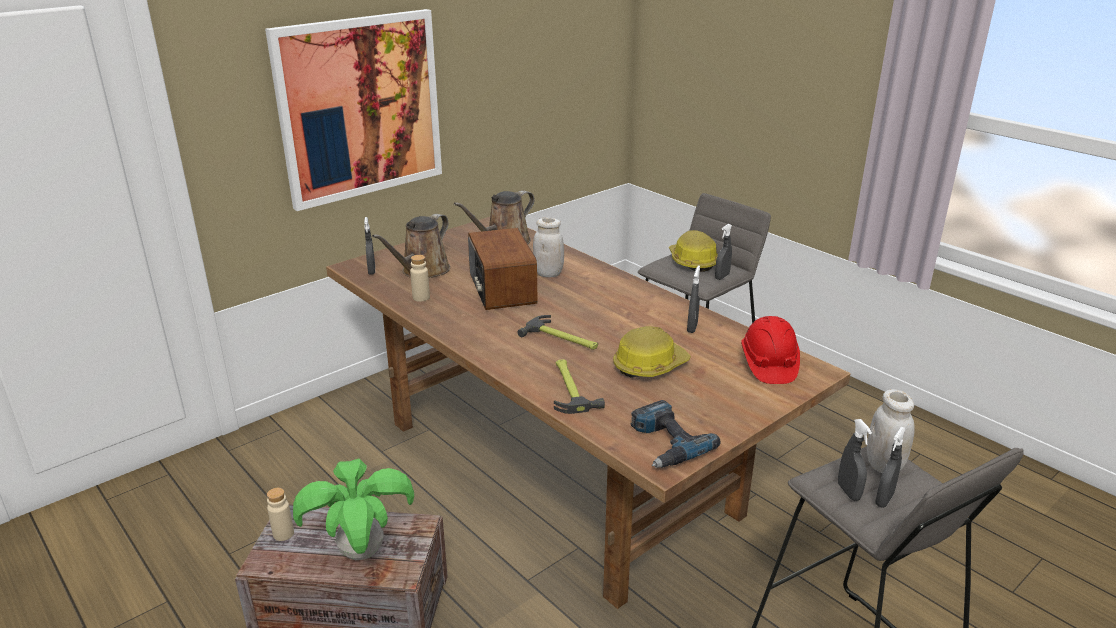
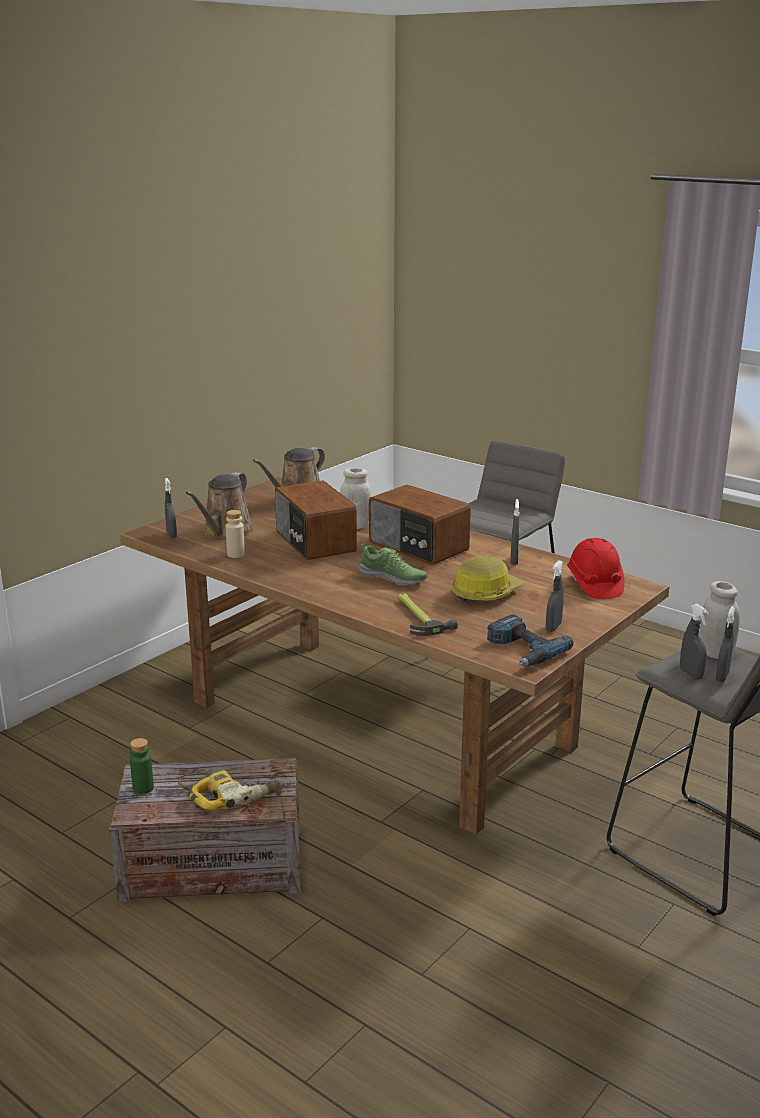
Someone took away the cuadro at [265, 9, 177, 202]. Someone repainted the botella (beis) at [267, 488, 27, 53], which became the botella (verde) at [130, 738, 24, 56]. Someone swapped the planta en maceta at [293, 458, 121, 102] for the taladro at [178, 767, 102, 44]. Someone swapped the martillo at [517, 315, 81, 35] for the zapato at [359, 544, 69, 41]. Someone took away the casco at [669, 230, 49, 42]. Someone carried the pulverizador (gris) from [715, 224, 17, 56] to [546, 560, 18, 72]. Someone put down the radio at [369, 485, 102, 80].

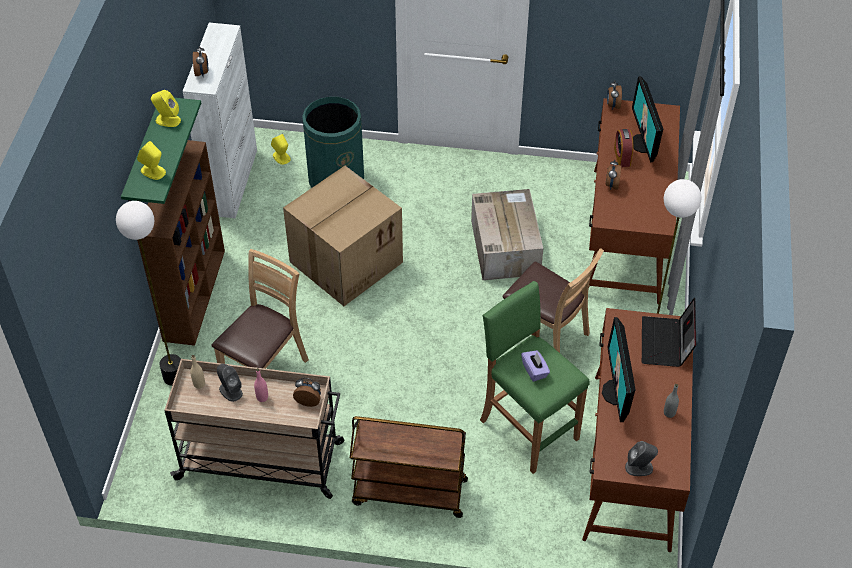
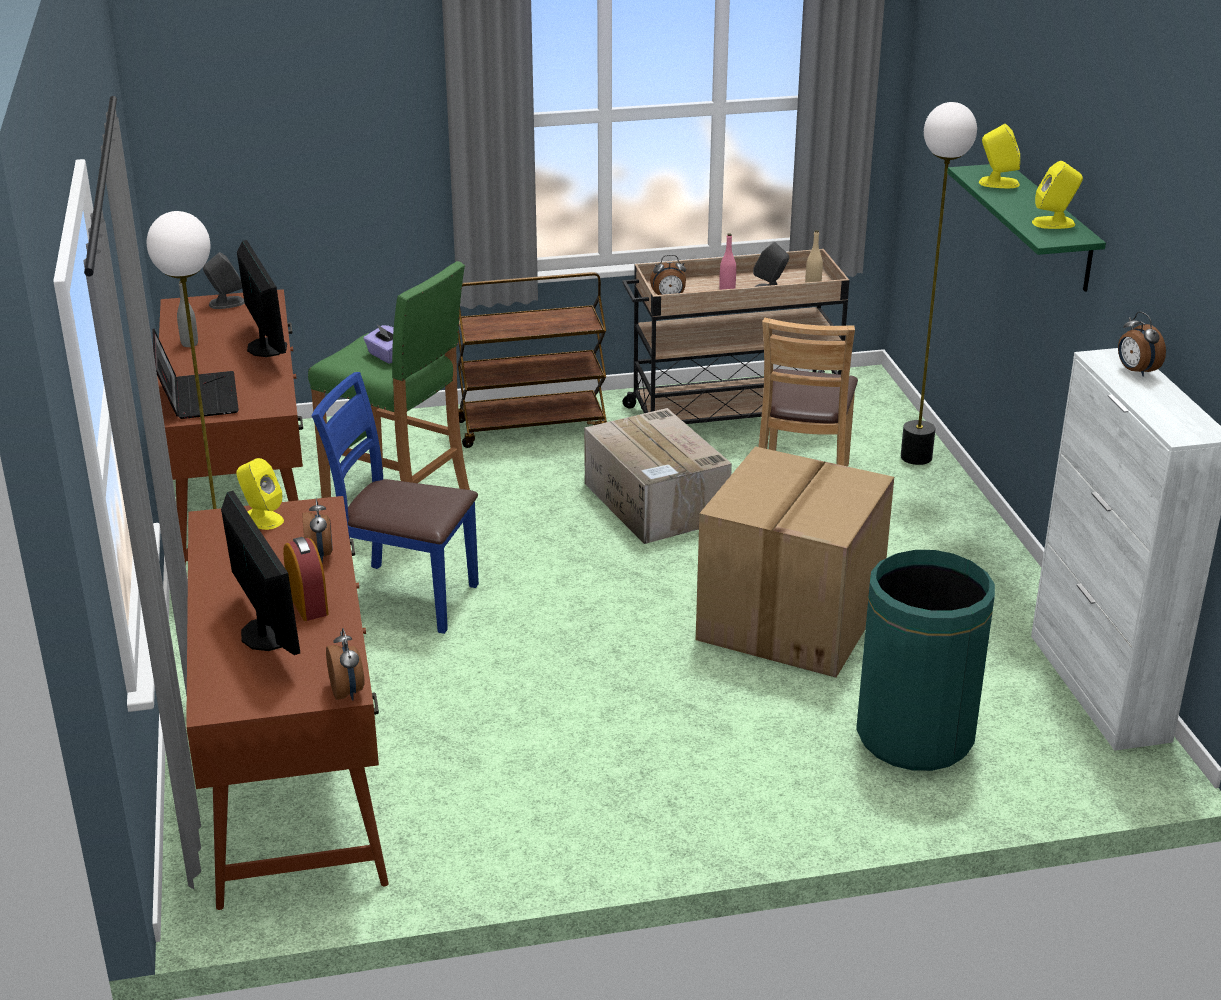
Someone took away the estantería (marrón) at [137, 140, 88, 206]. Someone carried the altavoz (amarillo) from [271, 134, 20, 31] to [237, 458, 47, 72]. Someone carried the caja de cartón from [471, 189, 72, 91] to [584, 408, 148, 136]. Someone repainted the silla (marrón) at [502, 248, 102, 105], which became the silla (azul) at [312, 372, 167, 262].

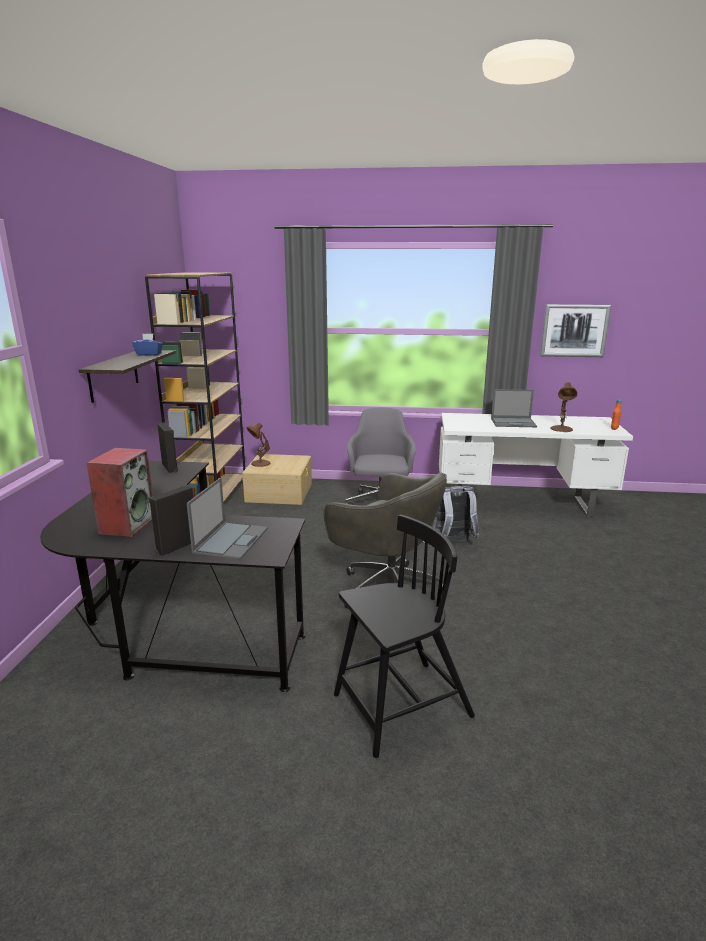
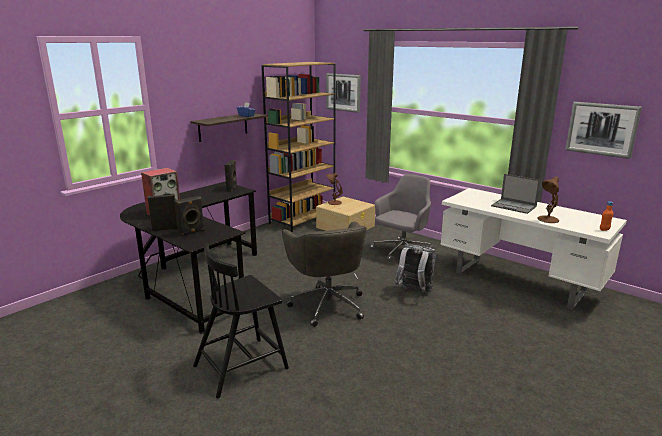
Someone swapped the portátil at [187, 478, 81, 82] for the altavoz (negro) at [175, 196, 30, 40]. Someone rotated the silla (negro) at [334, 515, 141, 243] by 135 degrees clockwise. Someone put up the cuadro at [326, 73, 35, 40].

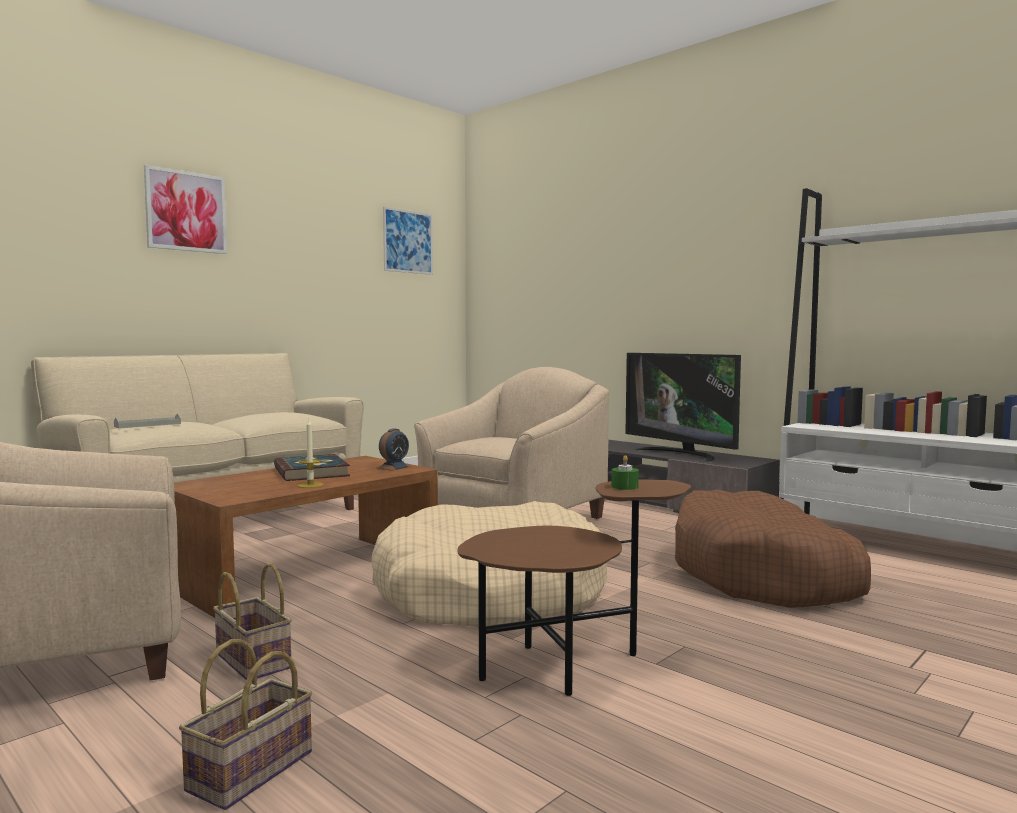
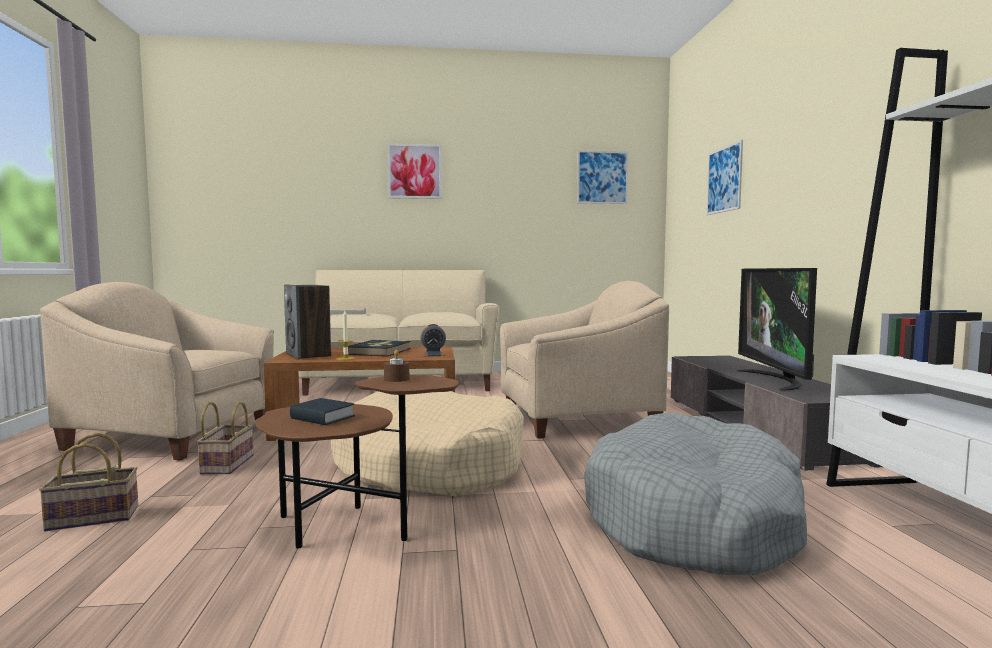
Someone repainted the vela (verde) at [612, 455, 27, 35], which became the vela (marrón) at [384, 349, 25, 33]. Someone repainted the cama para perro (marrón) at [675, 489, 196, 119], which became the cama para perro (gris) at [584, 412, 223, 164]. Someone put down the altavoz at [284, 285, 47, 74]. Someone put down the libro at [289, 398, 66, 27]. Someone put up the cuadro at [706, 140, 37, 75].

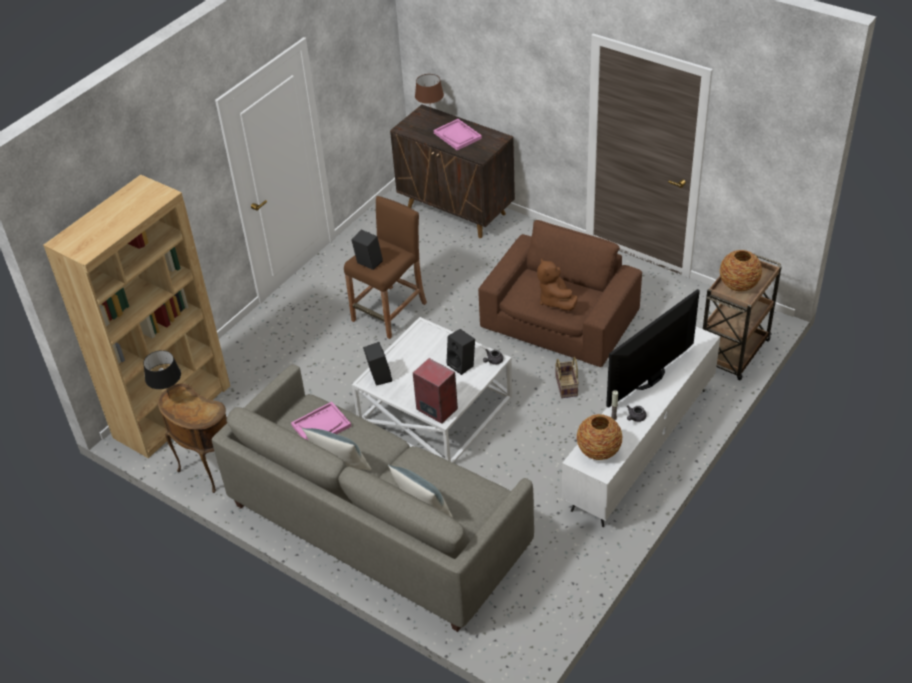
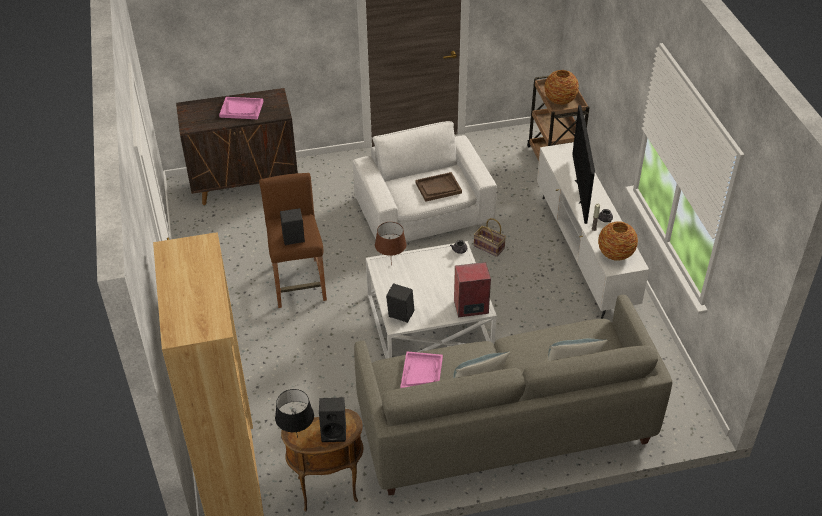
Someone carried the lámpara de mesa (marrón) from [415, 74, 29, 40] to [375, 222, 32, 34]. Someone carried the altavoz (negro) from [446, 329, 29, 46] to [319, 397, 27, 45]. Someone repainted the sillón (marrón) at [478, 220, 164, 147], which became the sillón (blanco) at [353, 121, 144, 121]. Someone swapped the peluche (marrón) at [537, 258, 41, 53] for the bandeja (marrón) at [415, 172, 47, 30].

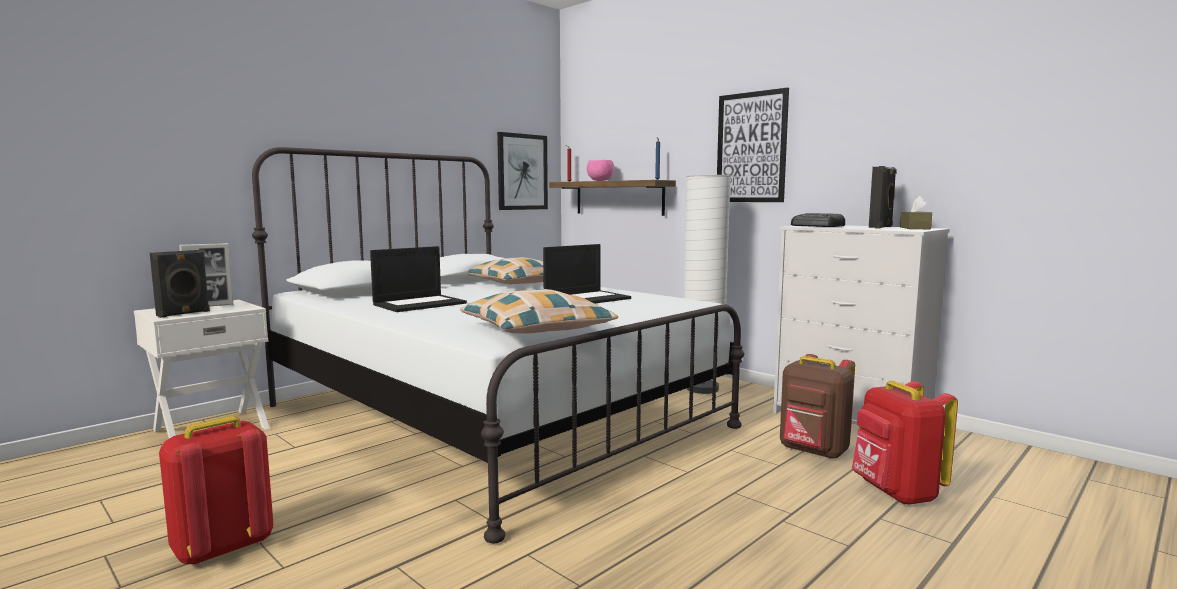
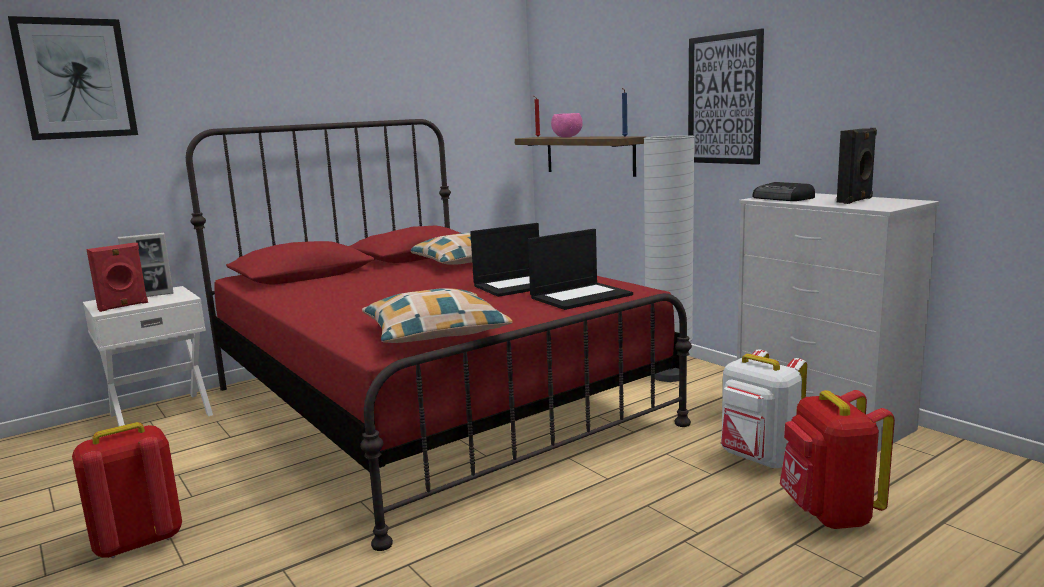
Someone repainted the altavoz (negro) at [150, 250, 60, 68], which became the altavoz (rojo) at [86, 243, 62, 69]. Someone repainted the cama (blanco) at [252, 147, 493, 396], which became the cama (rojo) at [186, 119, 506, 432]. Someone carried the portátil from [370, 246, 97, 66] to [528, 229, 105, 81]. Someone carried the cuadro from [497, 132, 51, 78] to [8, 16, 130, 124]. Someone repainted the mochila (marrón) at [780, 354, 75, 105], which became the mochila (blanco) at [721, 350, 86, 119]. Someone took away the caja de pañuelos (marrón) at [900, 196, 32, 33].

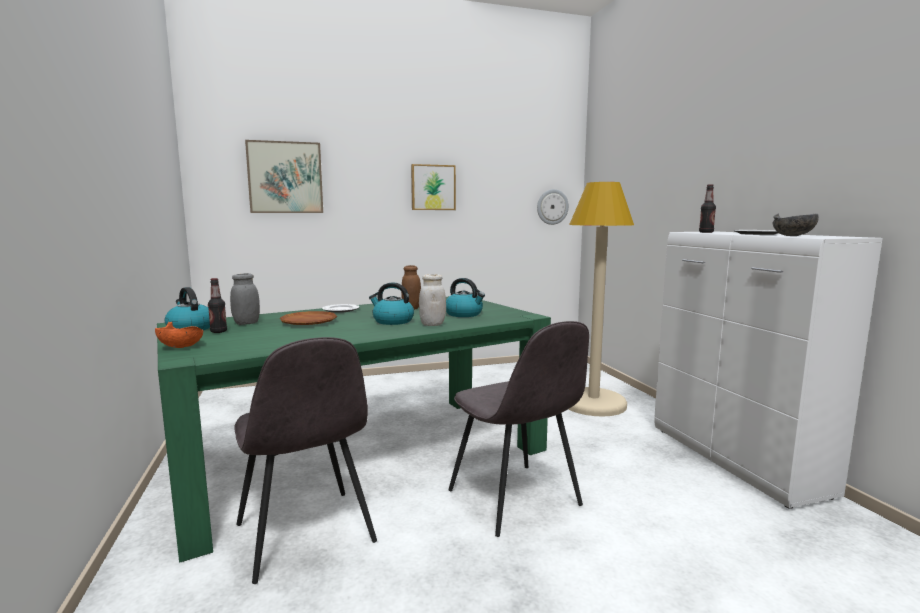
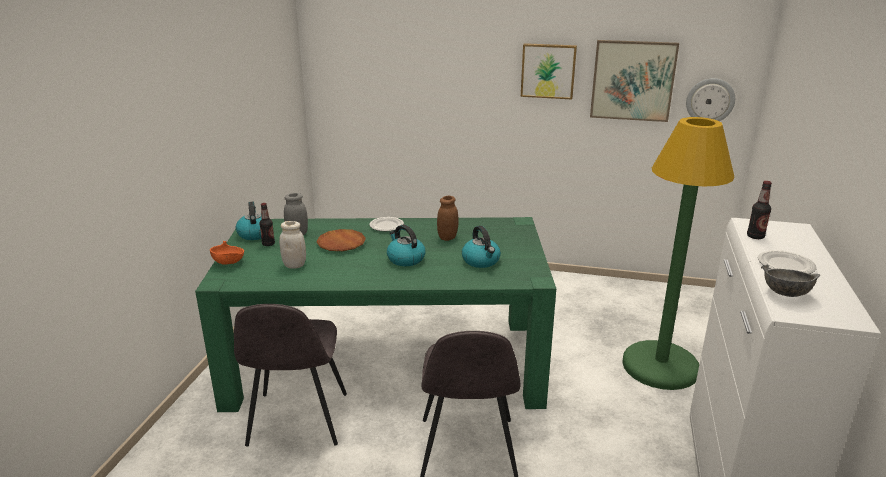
Someone carried the cuadro from [245, 140, 78, 73] to [590, 40, 89, 82]. Someone carried the tarro (blanco) from [419, 274, 27, 52] to [279, 221, 27, 48]. Someone repainted the lámpara de pie (beis) at [568, 182, 66, 235], which became the lámpara de pie (verde) at [622, 117, 113, 273].

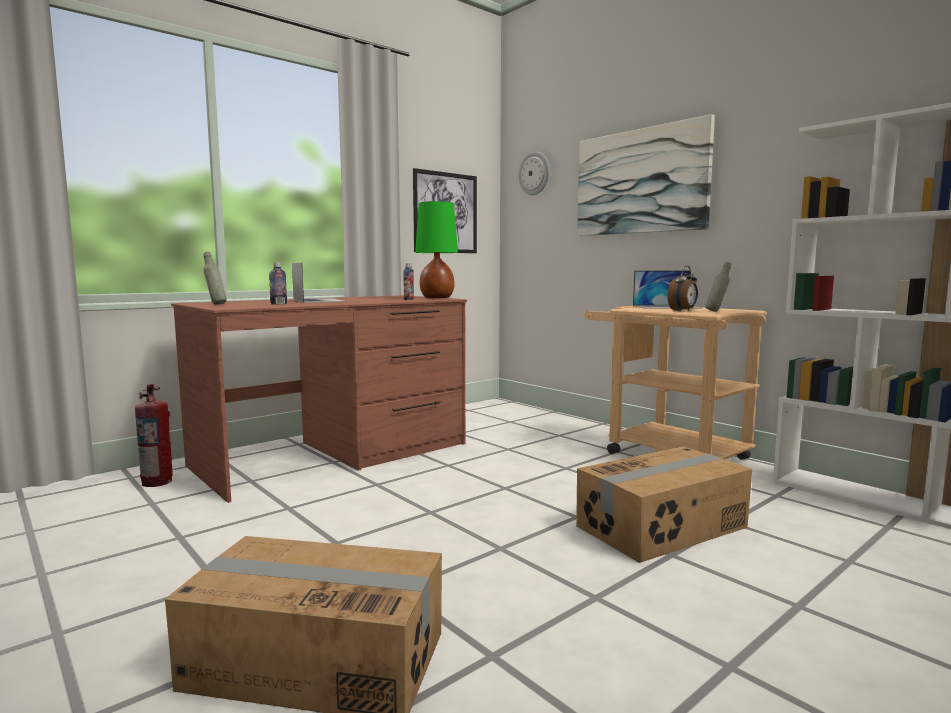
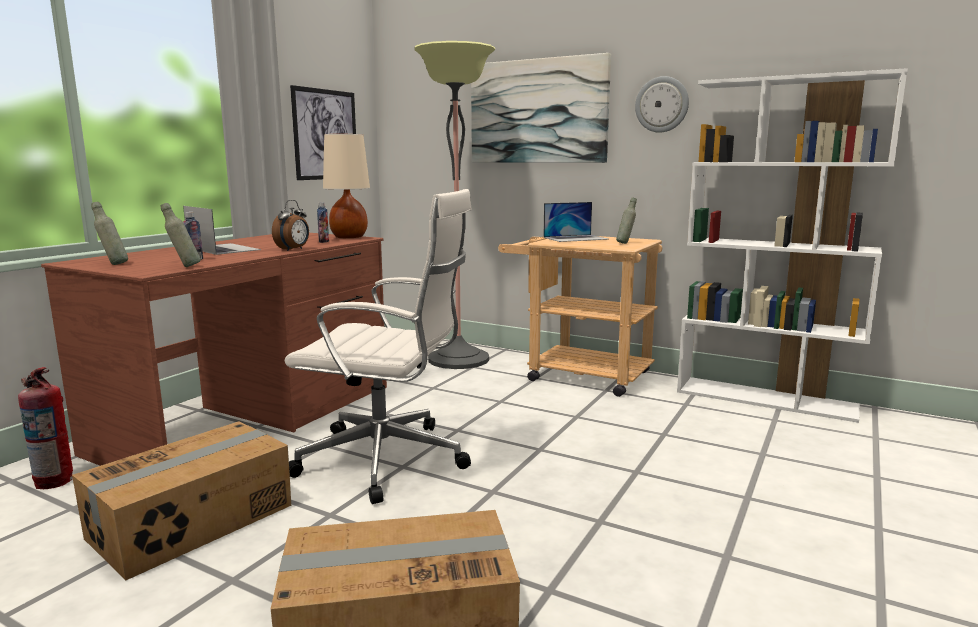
Someone repainted the lámpara de mesa (verde) at [415, 201, 43, 98], which became the lámpara de mesa (beis) at [323, 134, 47, 104]. Someone carried the reloj de pared from [519, 152, 30, 43] to [635, 76, 54, 57]. Someone carried the caja de cartón from [576, 446, 176, 117] to [72, 421, 219, 160]. Someone carried the despertador from [668, 266, 30, 46] to [272, 200, 37, 51]. Someone put down the botella (gris) at [161, 203, 39, 64]. Someone put down the silla de oficina (blanco) at [285, 189, 187, 315]. Someone put down the lámpara de pie at [414, 41, 81, 328].

